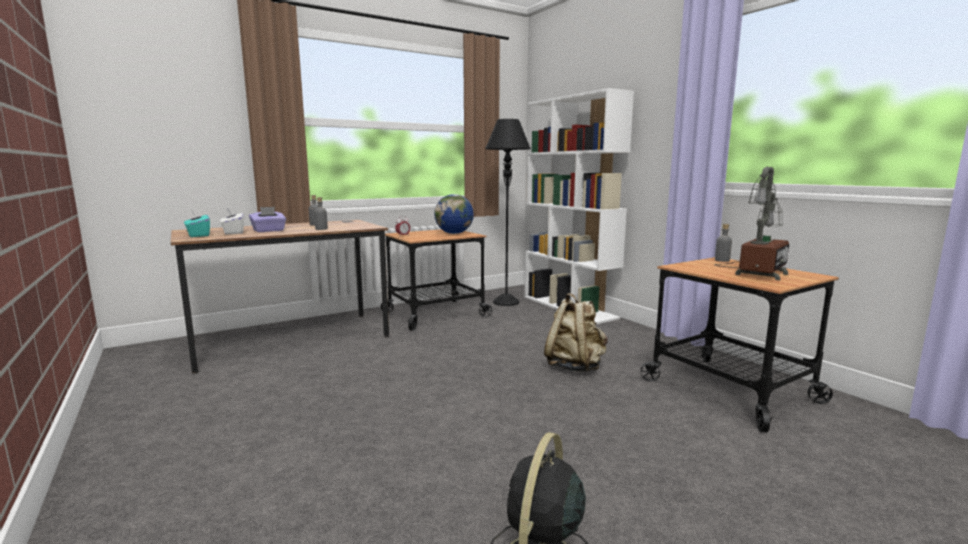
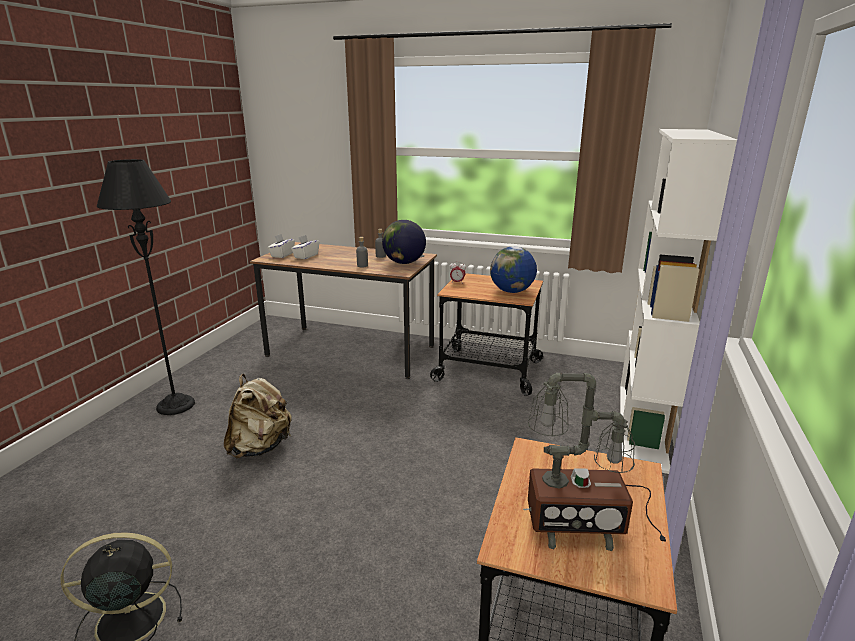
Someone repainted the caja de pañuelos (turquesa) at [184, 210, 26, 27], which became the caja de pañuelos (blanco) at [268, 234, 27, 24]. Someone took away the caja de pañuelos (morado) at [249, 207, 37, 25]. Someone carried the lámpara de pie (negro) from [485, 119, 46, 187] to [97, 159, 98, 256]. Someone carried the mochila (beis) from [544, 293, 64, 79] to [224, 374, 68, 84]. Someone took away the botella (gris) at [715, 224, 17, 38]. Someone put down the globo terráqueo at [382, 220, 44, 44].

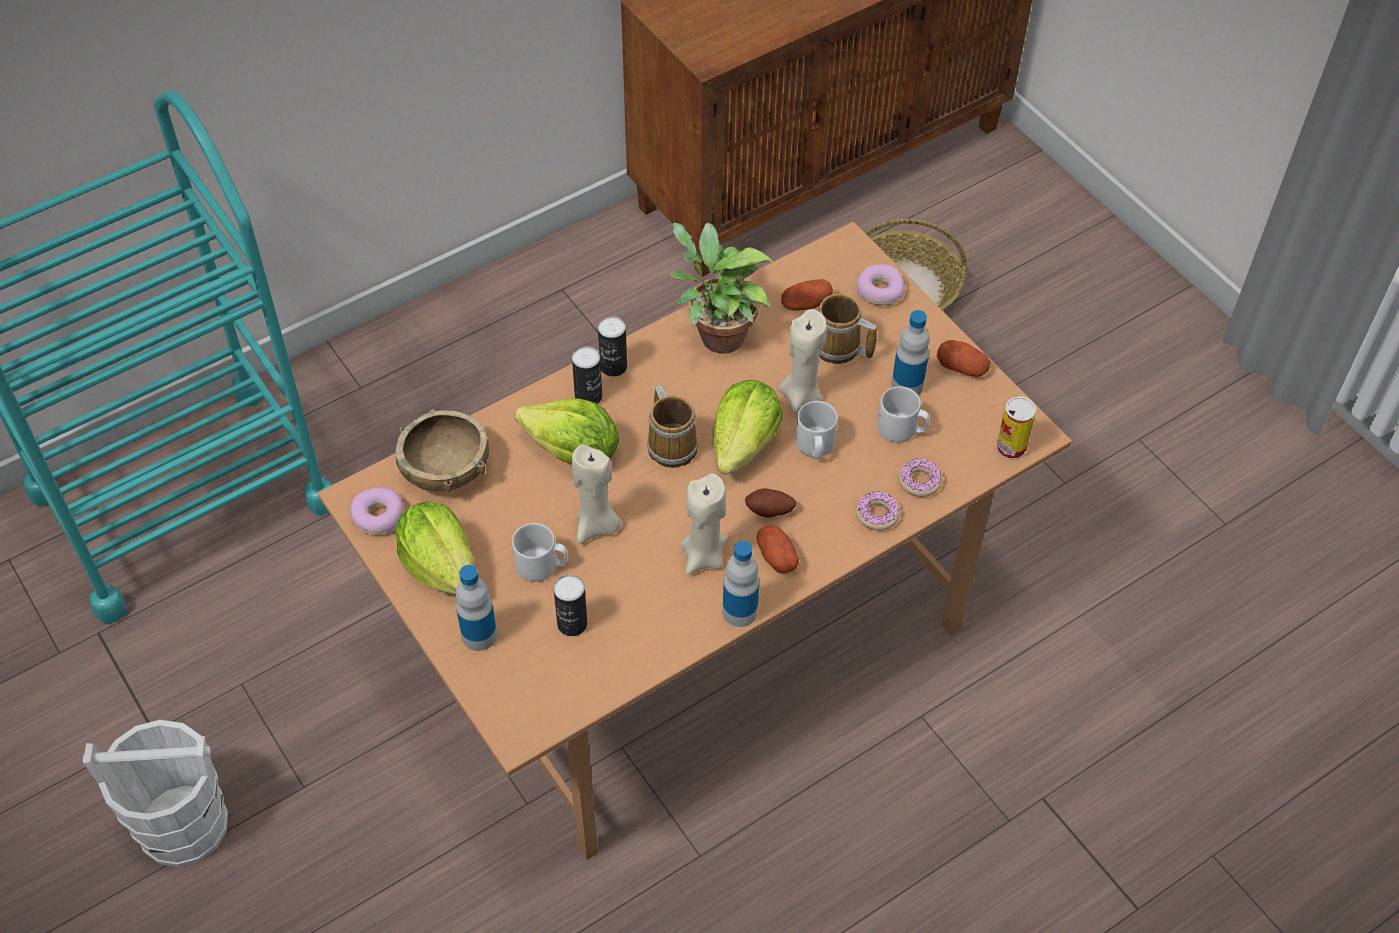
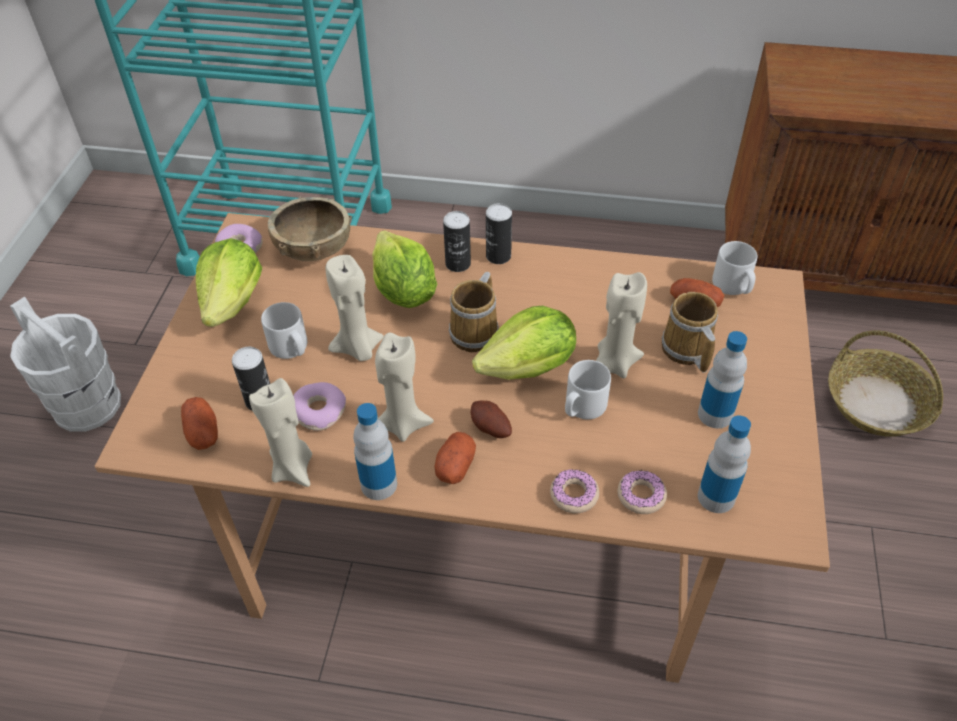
Someone carried the botella from [456, 565, 41, 86] to [698, 415, 53, 98]. Someone took away the planta en maceta at [670, 223, 103, 131]. Someone carried the rosquilla from [856, 264, 49, 41] to [293, 382, 53, 49]. Someone carried the taza grande (gris) from [877, 386, 53, 57] to [712, 241, 45, 54]. Someone carried the patata from [937, 340, 54, 37] to [181, 397, 37, 53]. Someone took away the lata at [996, 396, 40, 64]. Someone put down the vela (beis) at [249, 378, 63, 109].

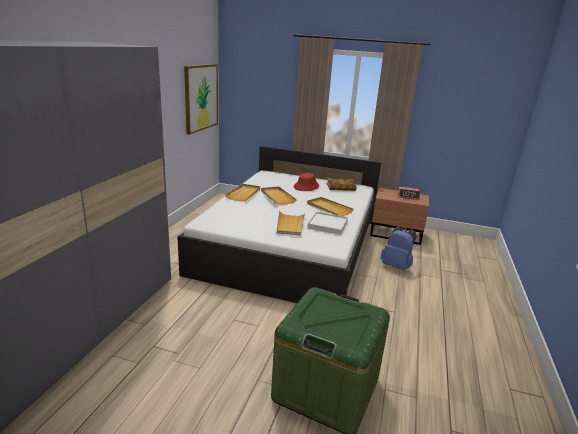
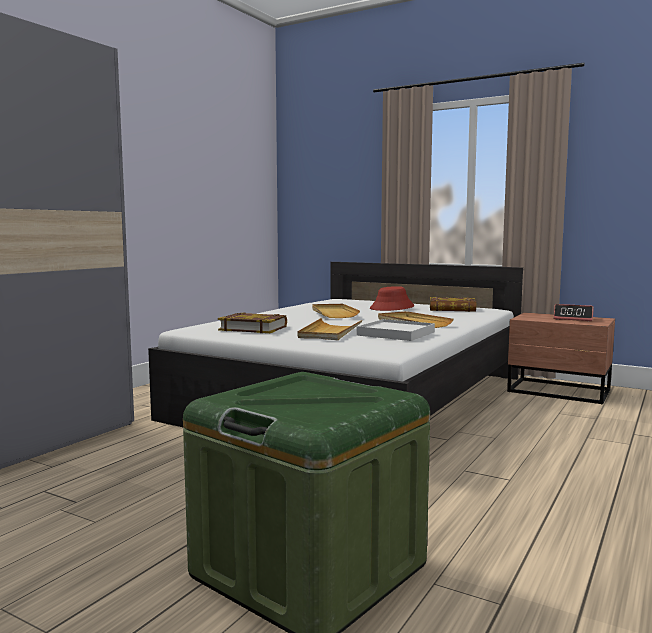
Someone took away the cuadro at [184, 64, 34, 71]. Someone took away the bandeja (beis) at [225, 184, 35, 17]. Someone took away the mochila (azul) at [381, 226, 36, 45]. Someone put down the libro at [218, 312, 69, 21].

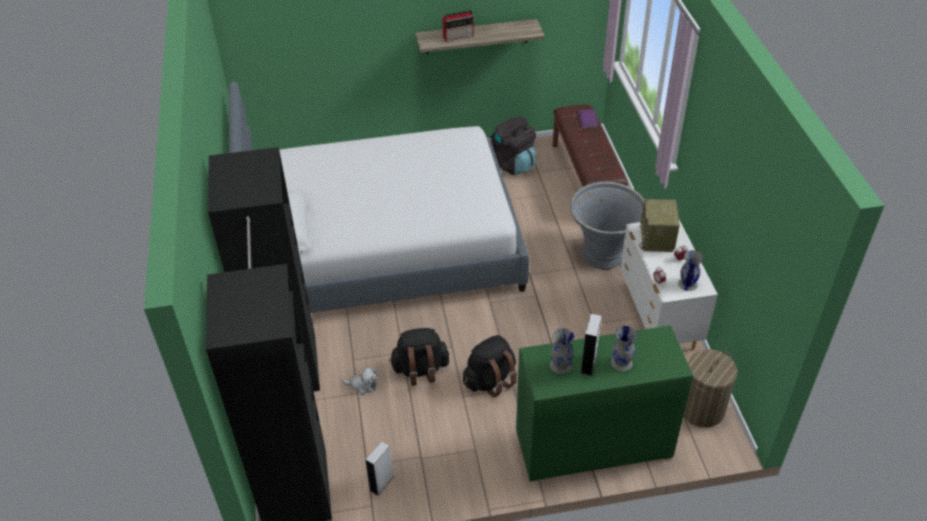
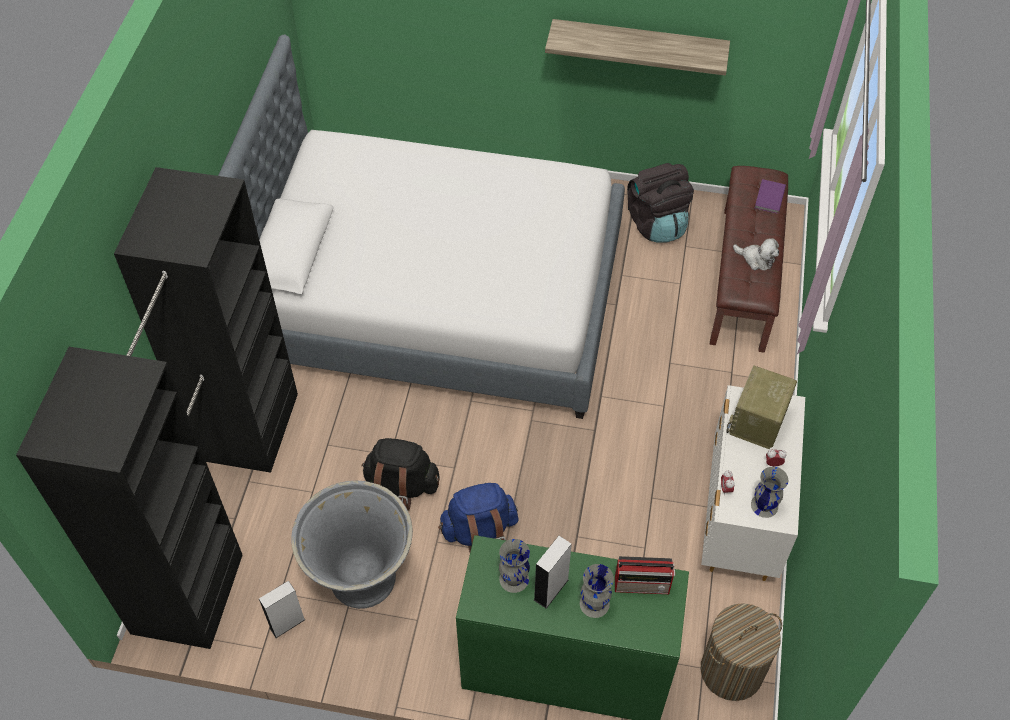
Someone carried the peluche from [342, 366, 36, 29] to [733, 238, 46, 32]. Someone carried the radio from [443, 10, 31, 32] to [615, 556, 60, 38]. Someone repainted the mochila (negro) at [463, 335, 54, 63], which became the mochila (azul) at [438, 483, 81, 69]. Someone carried the maceta (gris) from [571, 182, 74, 87] to [292, 481, 121, 128].

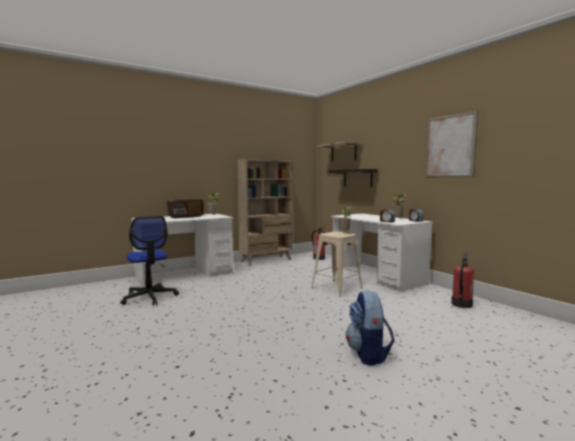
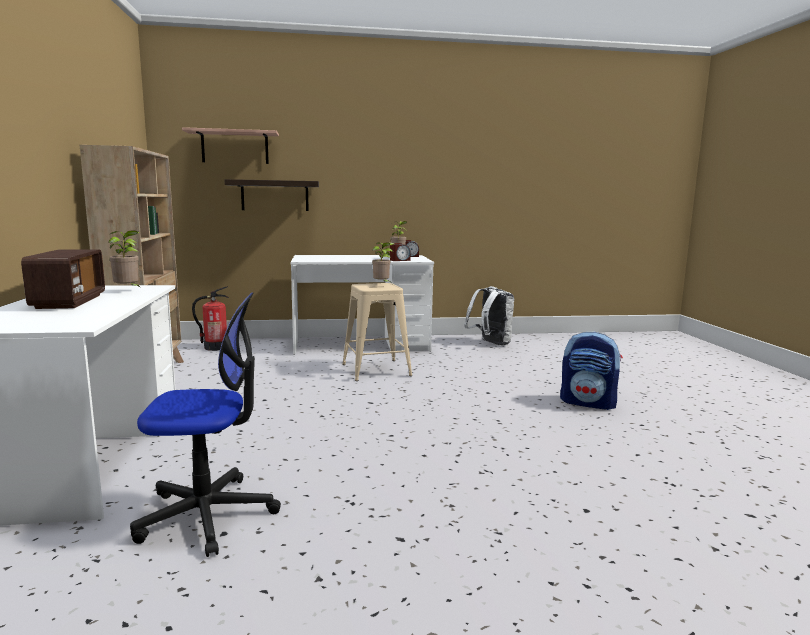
Someone took away the cuadro at [425, 110, 53, 68]. Someone swapped the extintor at [451, 252, 23, 56] for the mochila (blanco) at [464, 286, 51, 60].

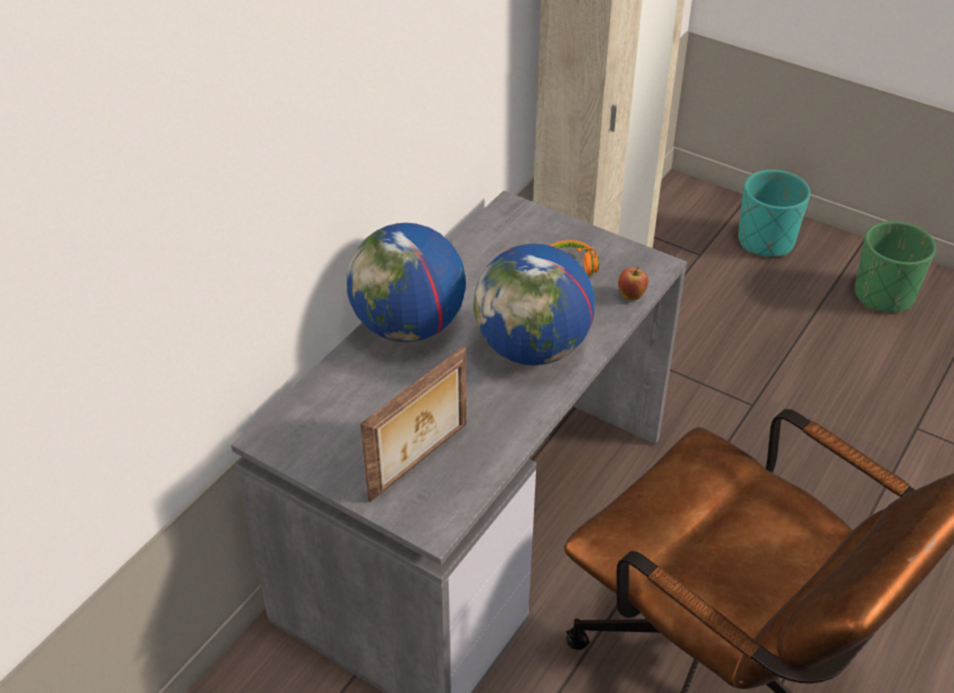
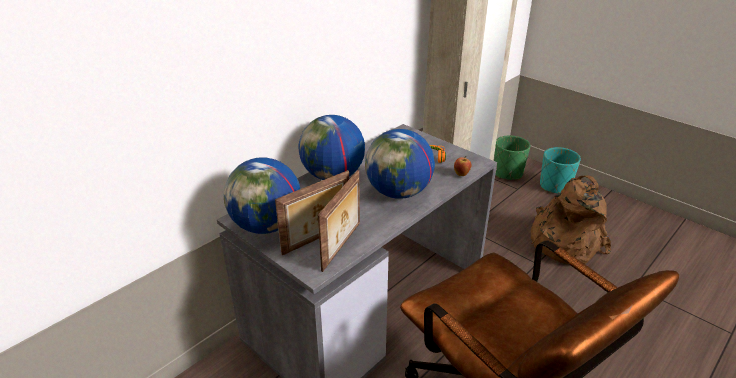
Someone carried the maceta (verde) from [855, 221, 81, 92] to [494, 135, 36, 45]. Someone put down the globo terráqueo at [224, 157, 76, 77]. Someone put down the portarretratos at [318, 170, 42, 102]. Someone put down the mochila (marrón) at [531, 175, 80, 89].

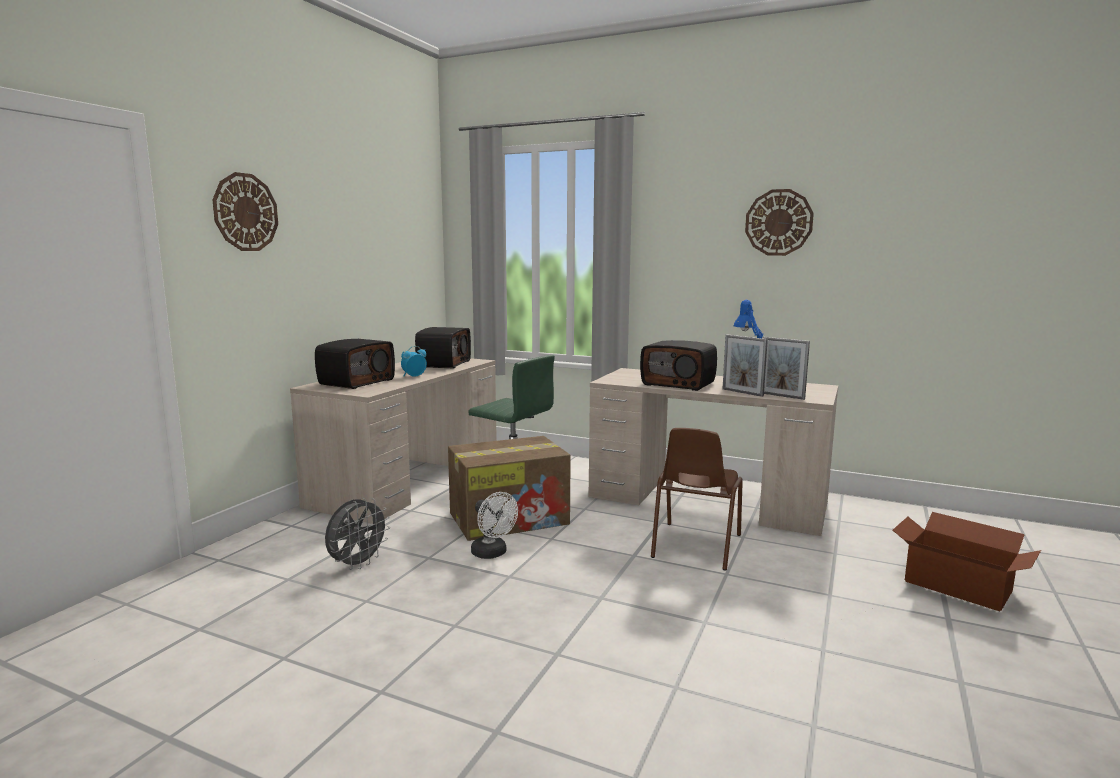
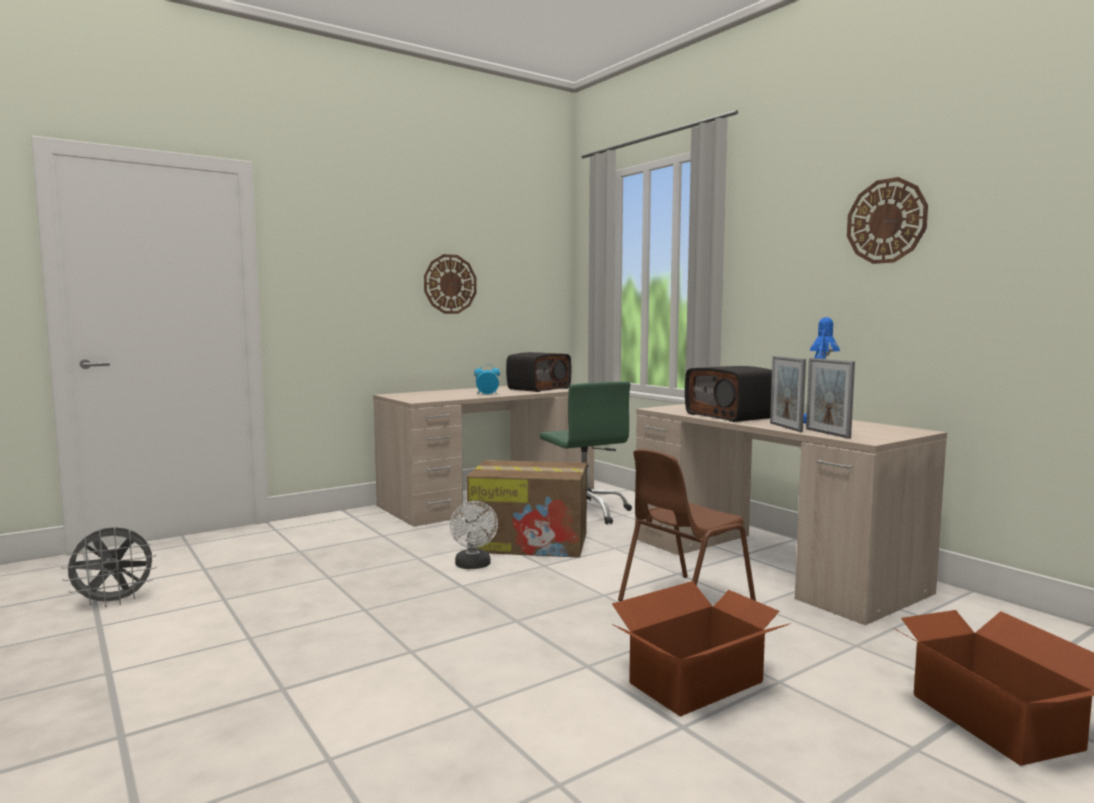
Someone carried the reloj de pared from [212, 172, 66, 79] to [424, 254, 53, 60]. Someone took away the radio at [315, 339, 80, 50]. Someone carried the ventilador (gris) from [325, 498, 65, 72] to [61, 527, 96, 81]. Someone put down the caja de cartón at [612, 581, 179, 136].

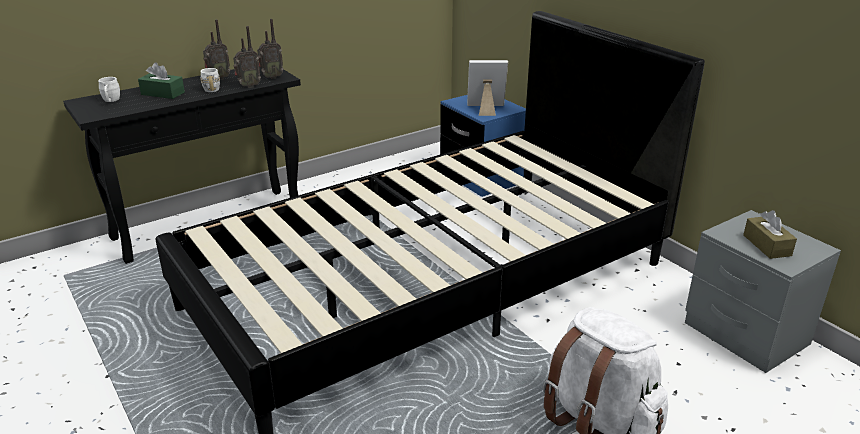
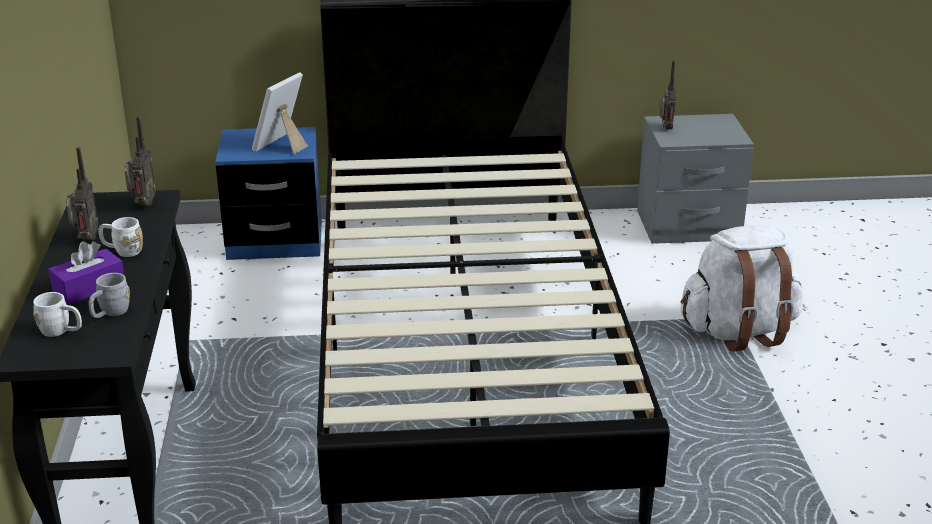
Someone repainted the caja de pañuelos (verde) at [138, 63, 47, 36], which became the caja de pañuelos (morado) at [48, 241, 76, 64]. Someone carried the radio from [233, 26, 28, 62] to [659, 60, 17, 69]. Someone took away the caja de pañuelos (marrón) at [743, 210, 54, 49]. Someone put down the taza grande (gris) at [89, 273, 41, 45].

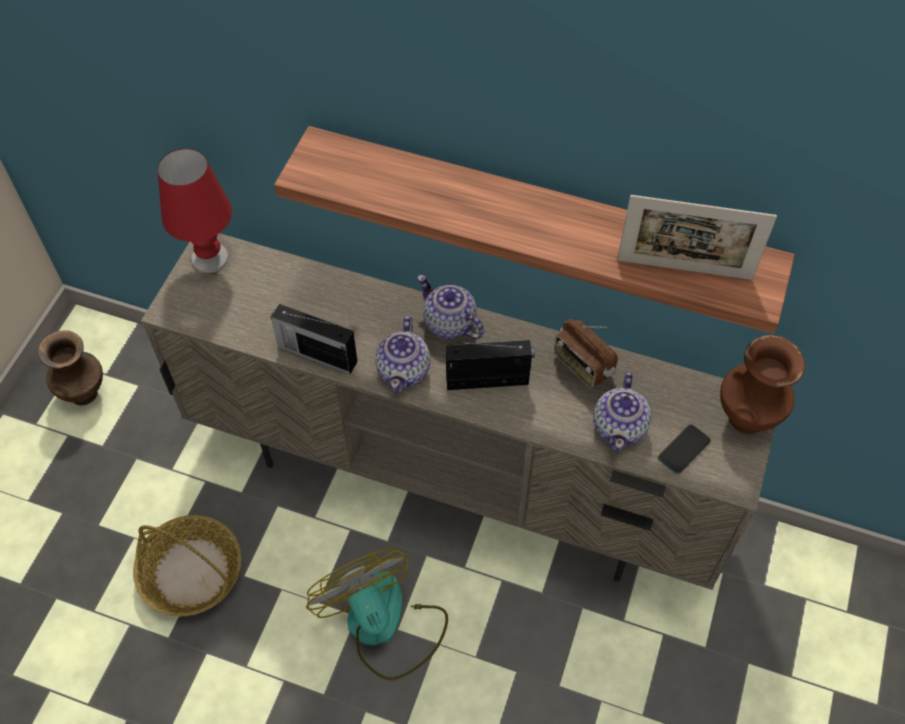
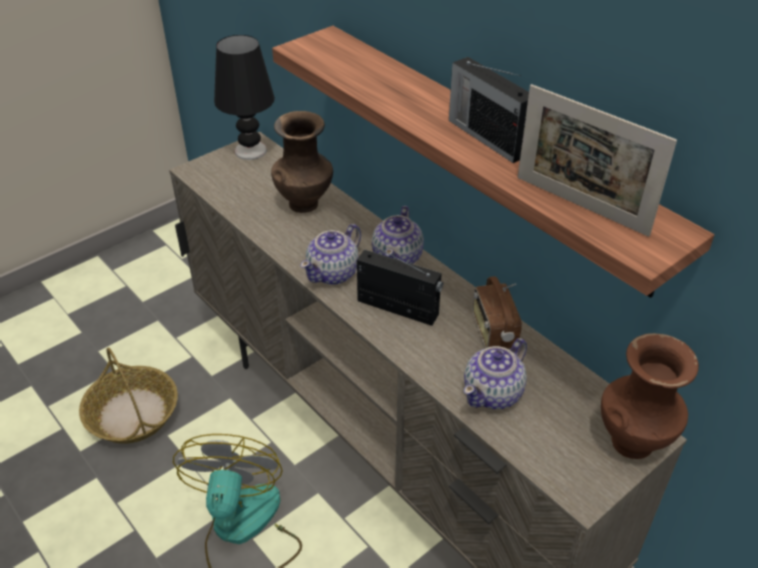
Someone carried the florero (marrón) from [38, 330, 65, 76] to [271, 111, 62, 102]. Someone repainted the lámpara de mesa (rojo) at [157, 149, 75, 124], which became the lámpara de mesa (negro) at [214, 35, 61, 125]. Someone carried the radio from [271, 304, 87, 71] to [449, 57, 80, 106]. Someone rotated the tetera at [417, 275, 67, 64] by 150 degrees counterclockwise. Someone took away the móvil at [657, 424, 54, 50].

